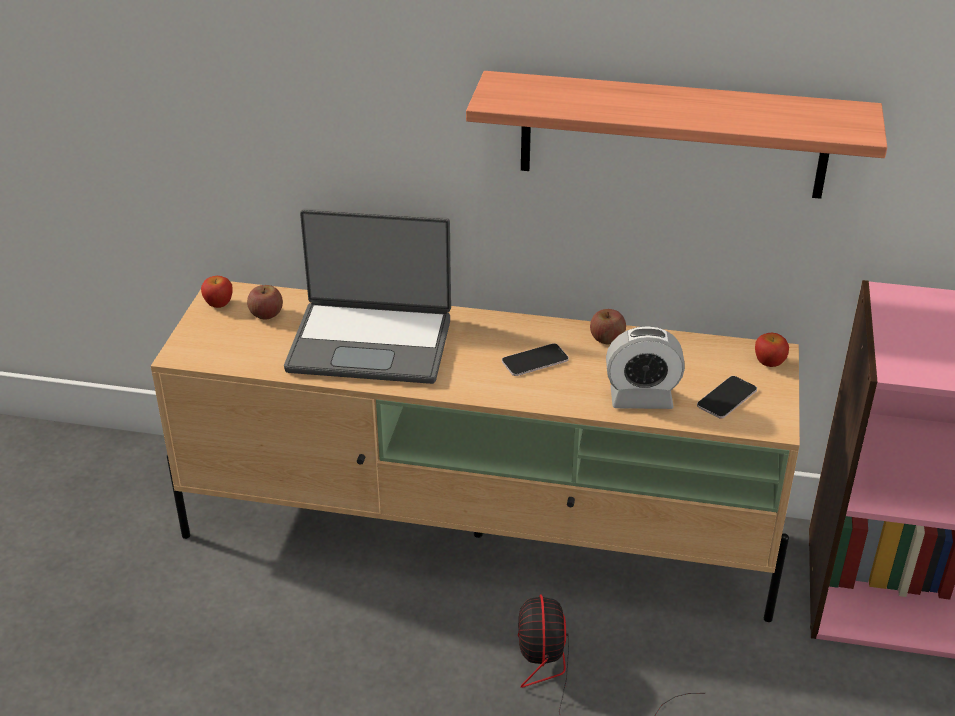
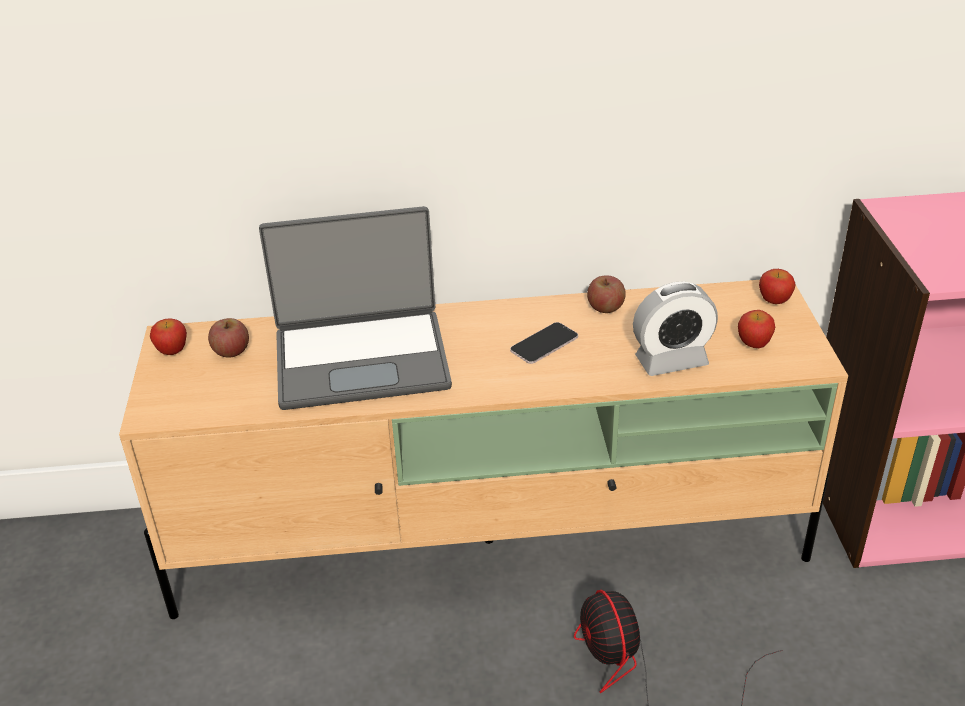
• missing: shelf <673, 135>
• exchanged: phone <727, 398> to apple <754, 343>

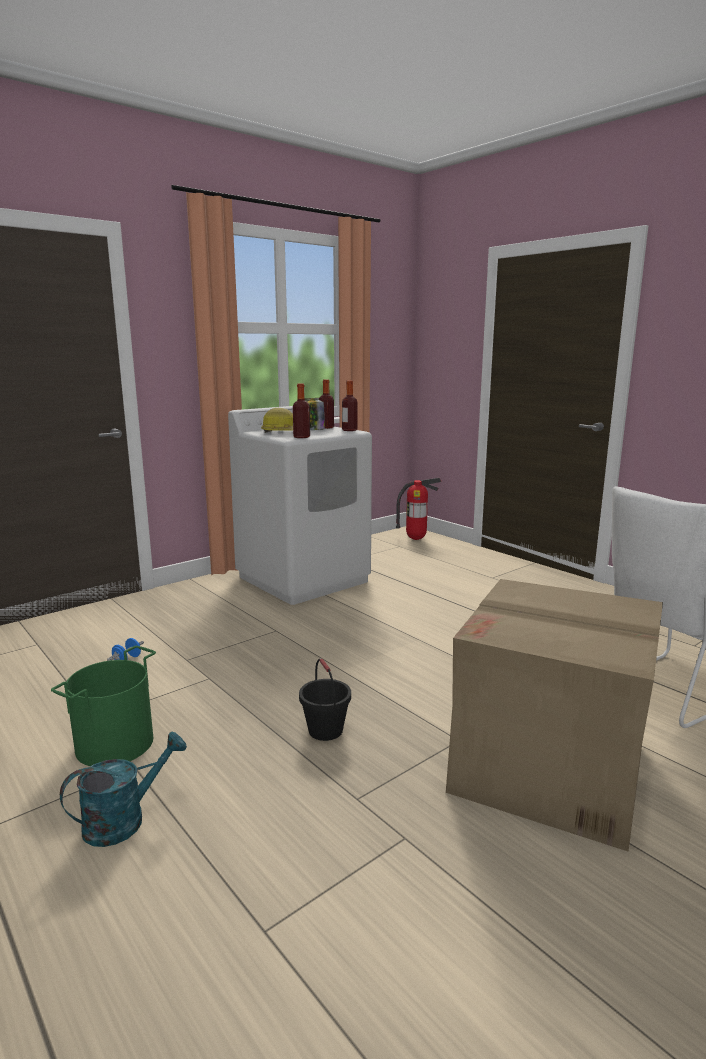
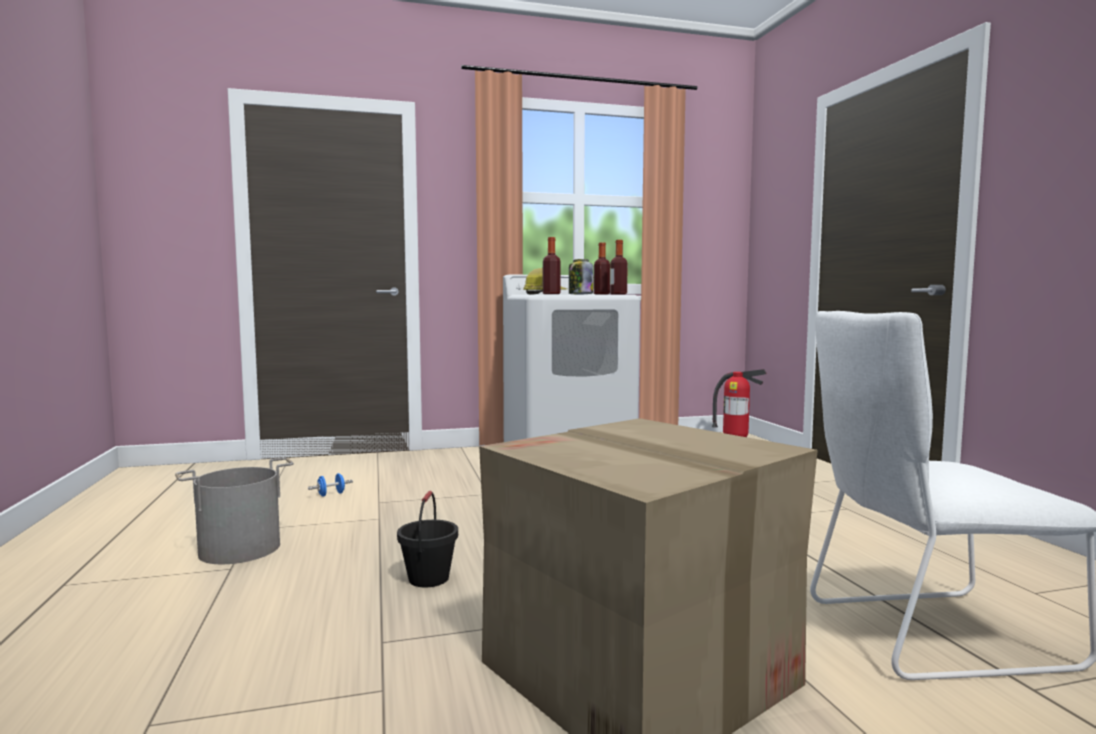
• colour: green bucket <115, 744> to grey bucket <240, 549>
• missing: turquoise watering can <124, 820>

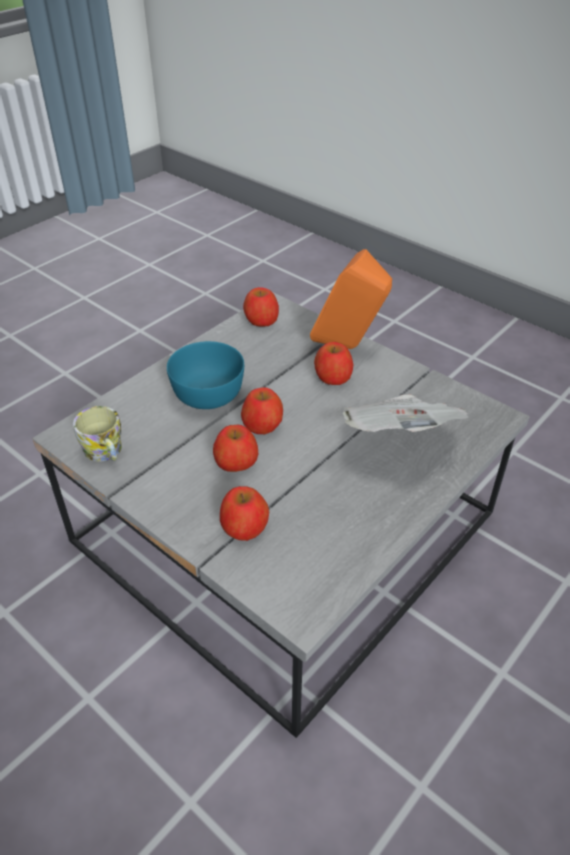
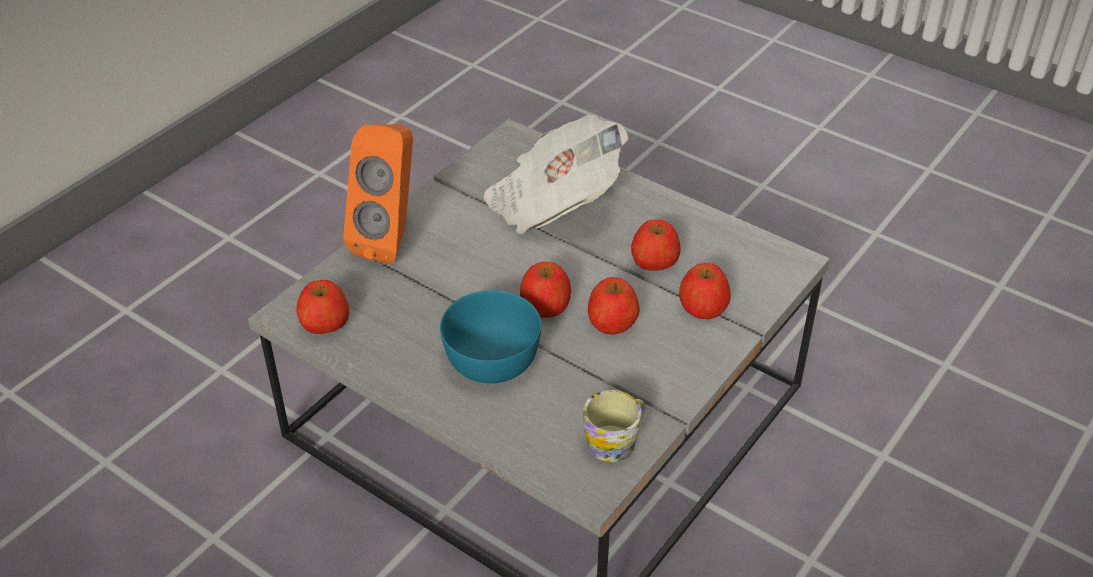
• relocated: apple <333, 377> to <654, 261>

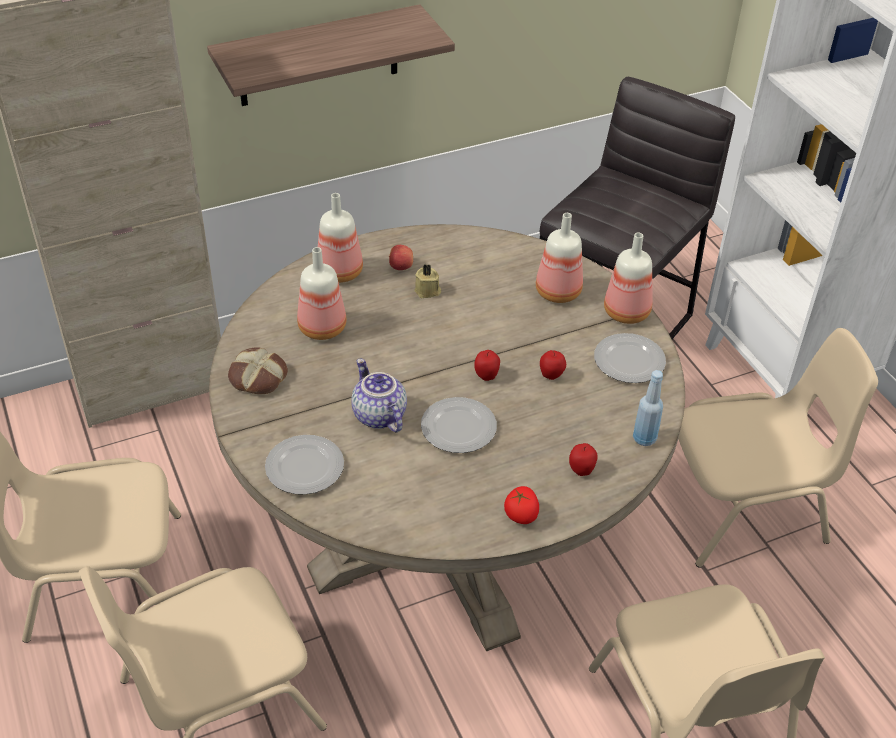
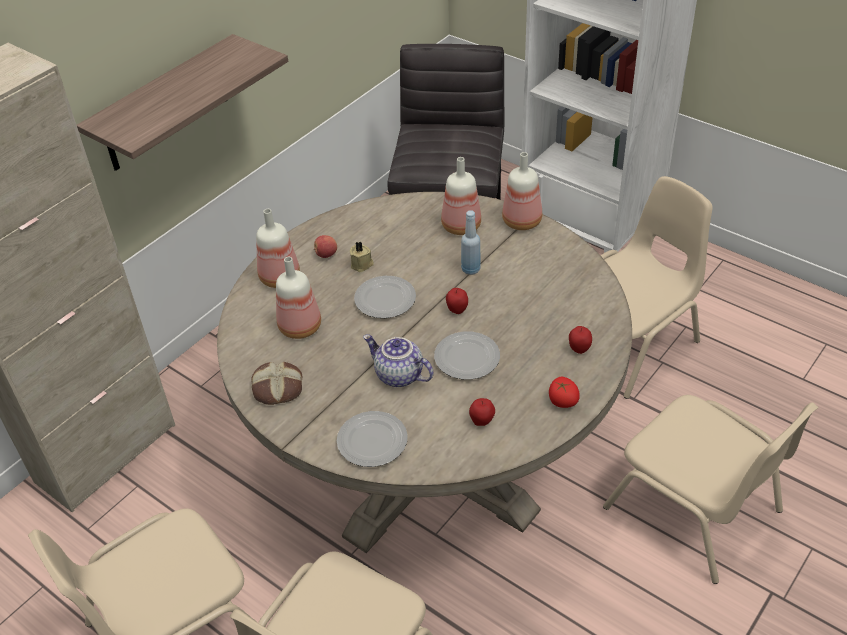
• relocated: plate <628, 361> to <384, 300>
• relocated: apple <551, 376> to <482, 422>
• relocated: blue bottle <644, 438> to <470, 269>

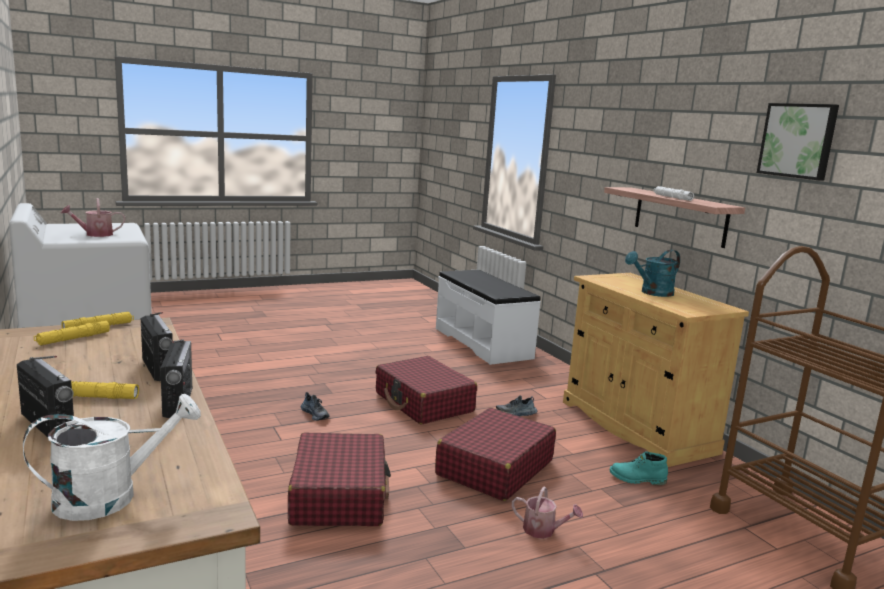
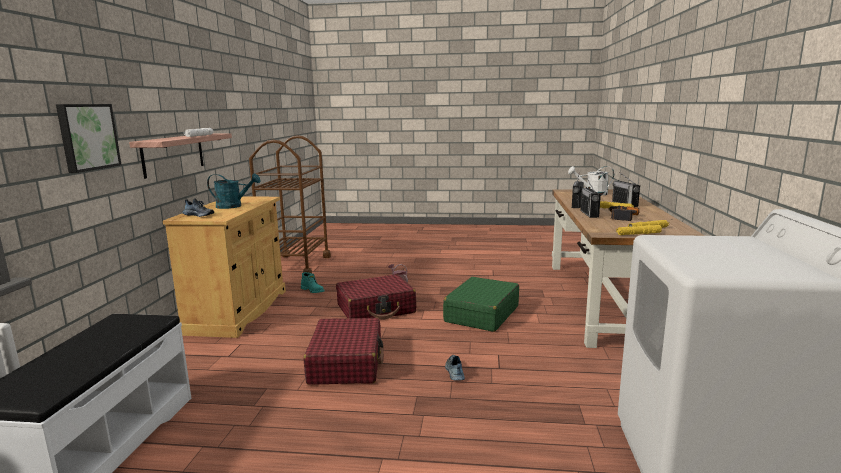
• relocated: picture <798, 140> to <87, 137>
• missing: watering can <95, 234>
• relocated: shoe <516, 414> to <199, 215>
• colour: red suitcase <339, 495> to green suitcase <481, 314>
• appeared: power drill <620, 216>

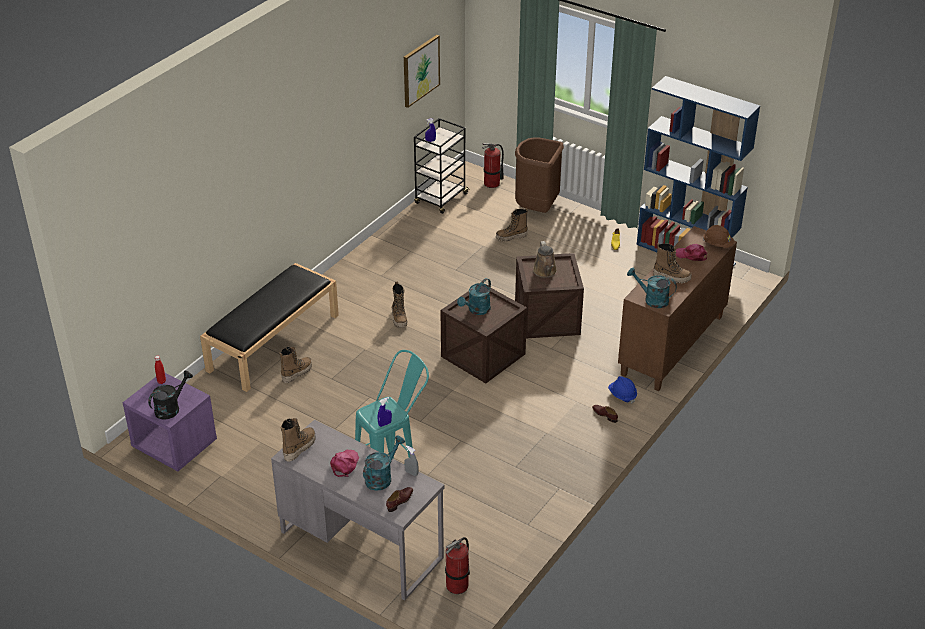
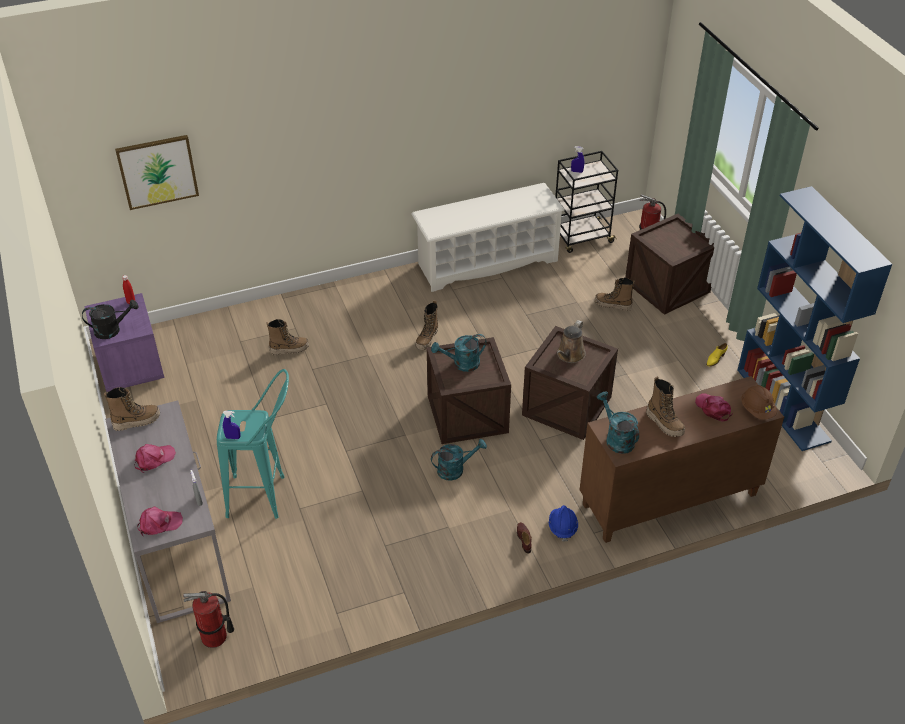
• relocated: picture <420, 70> to <157, 171>
• exchanged: brown trash can <536, 209> to crate <667, 287>
• missing: black bench <273, 342>
• relocated: turquoise watering can <381, 477> to <455, 469>
• exchanged: brown shoe <400, 501> to pink cap <159, 524>
• appeared: white shoe rack <487, 262>

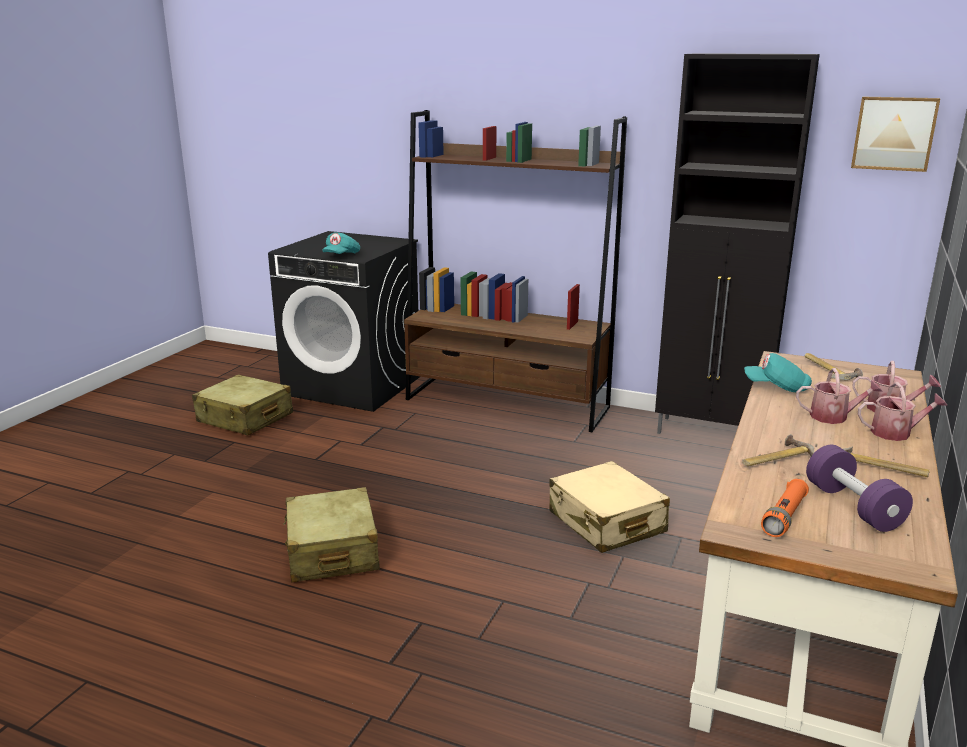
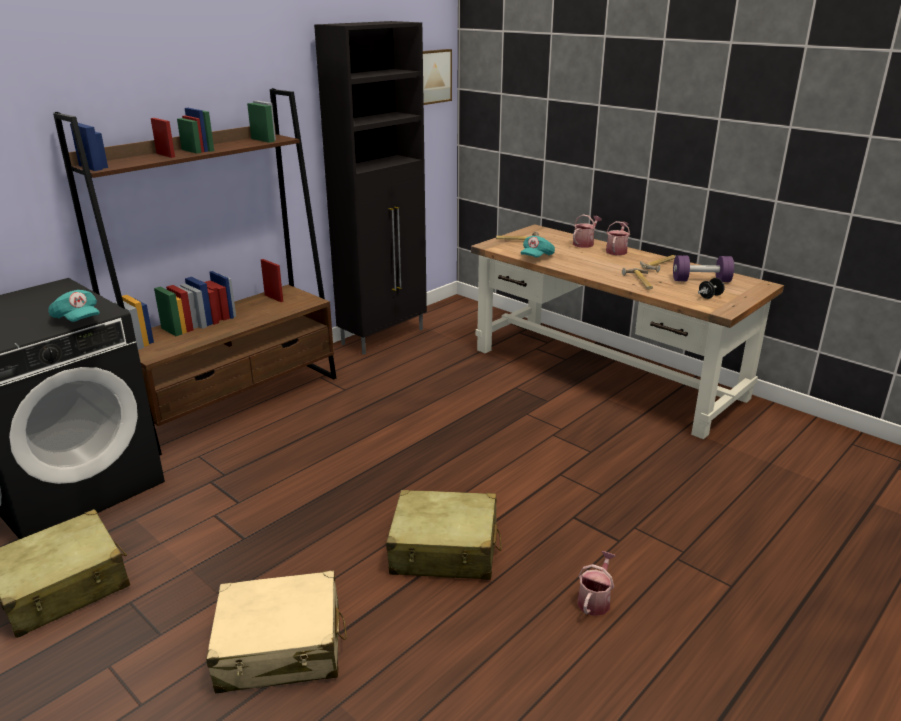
• relocated: watering can <834, 417> to <595, 600>
• relocated: beige suitcase <606, 522> to <280, 647>
• exchanged: orange flashlight <784, 517> to black dumbbell <710, 296>

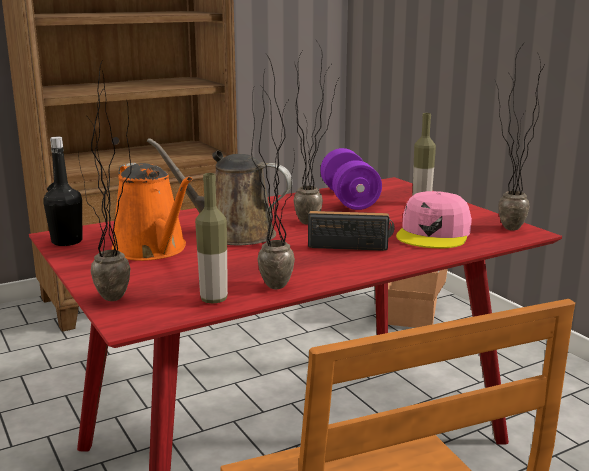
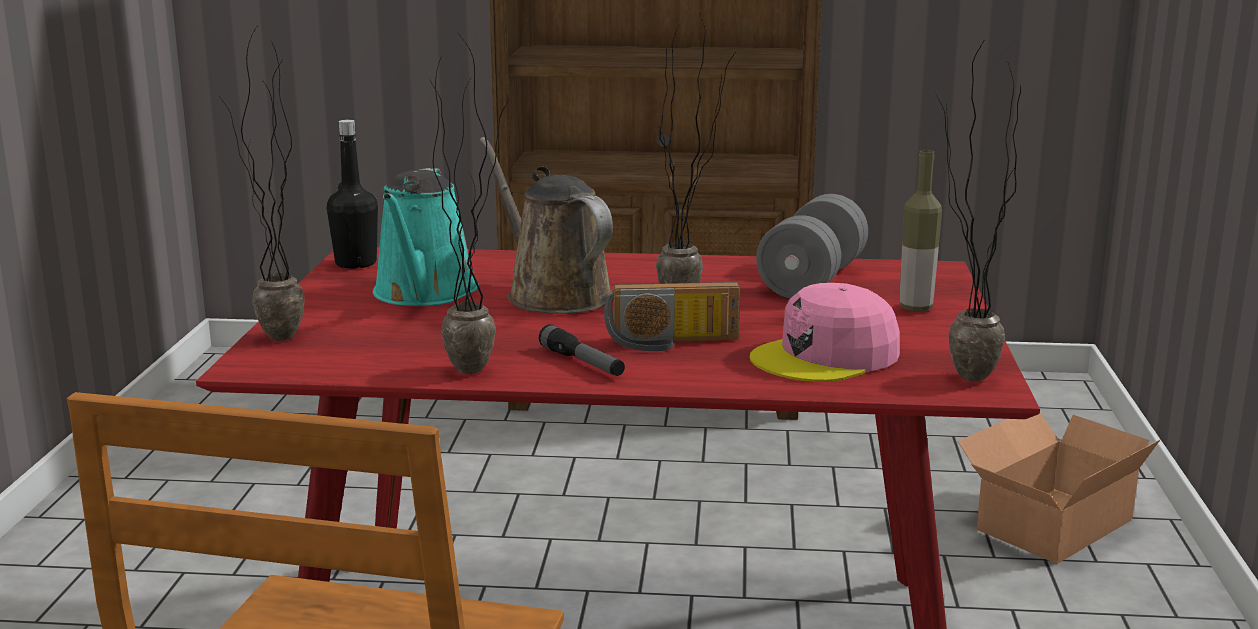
• colour: purple dumbbell <349, 199> to grey dumbbell <812, 280>
• colour: orange watering can <153, 250> to turquoise watering can <424, 294>
• missing: bottle <214, 299>
• spun: radio <351, 245> = <672, 343> 135 degrees clockwise
• appeared: flashlight <582, 363>

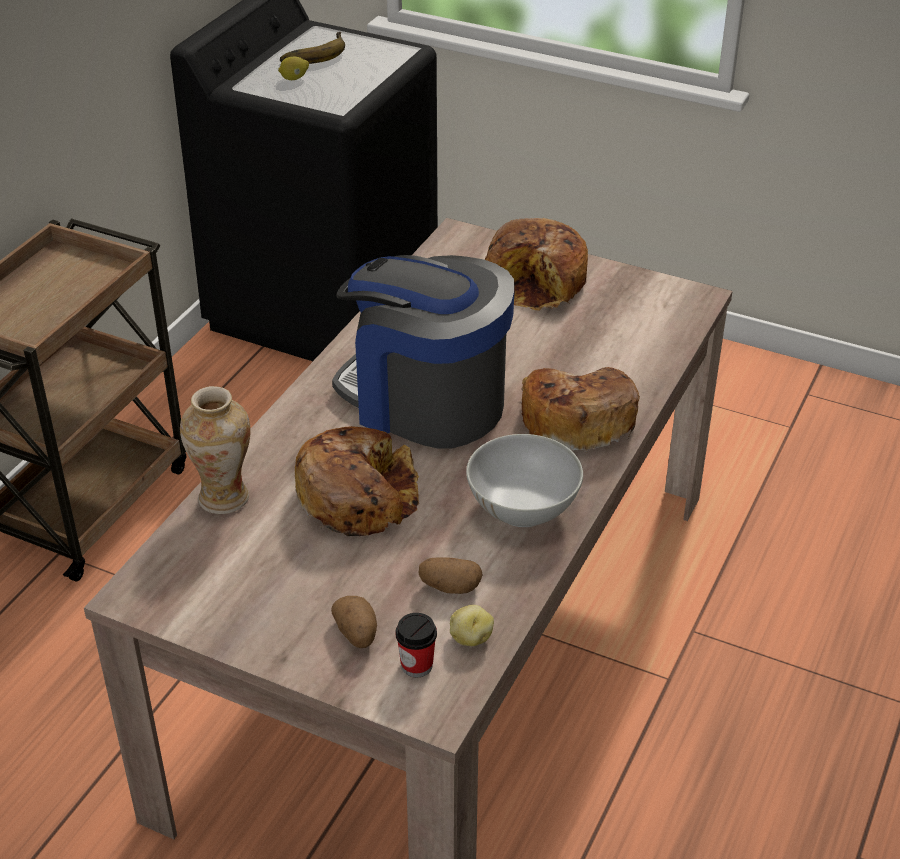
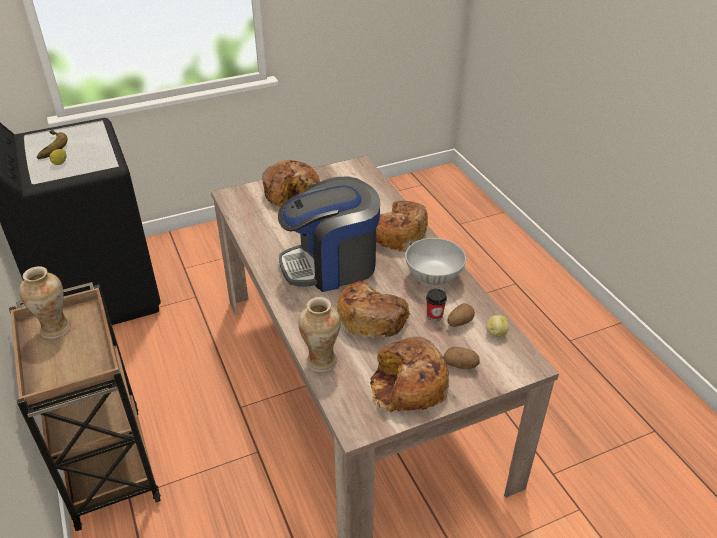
• relocated: cup <416, 665> to <434, 315>
• appeared: vase <55, 329>
• appeared: bread <408, 385>

